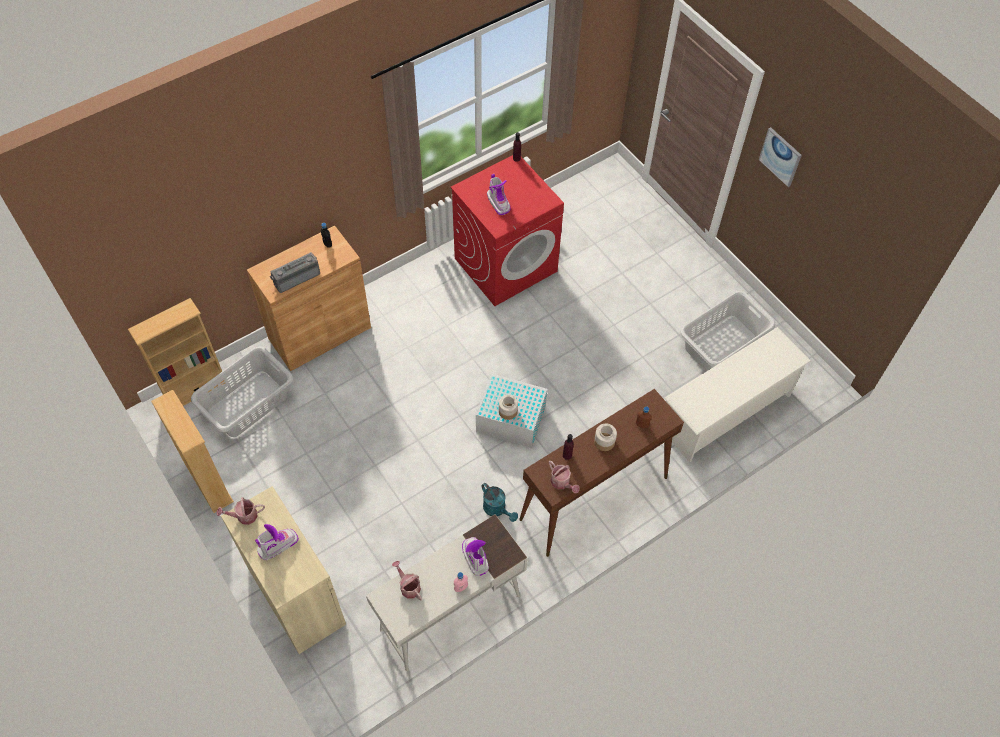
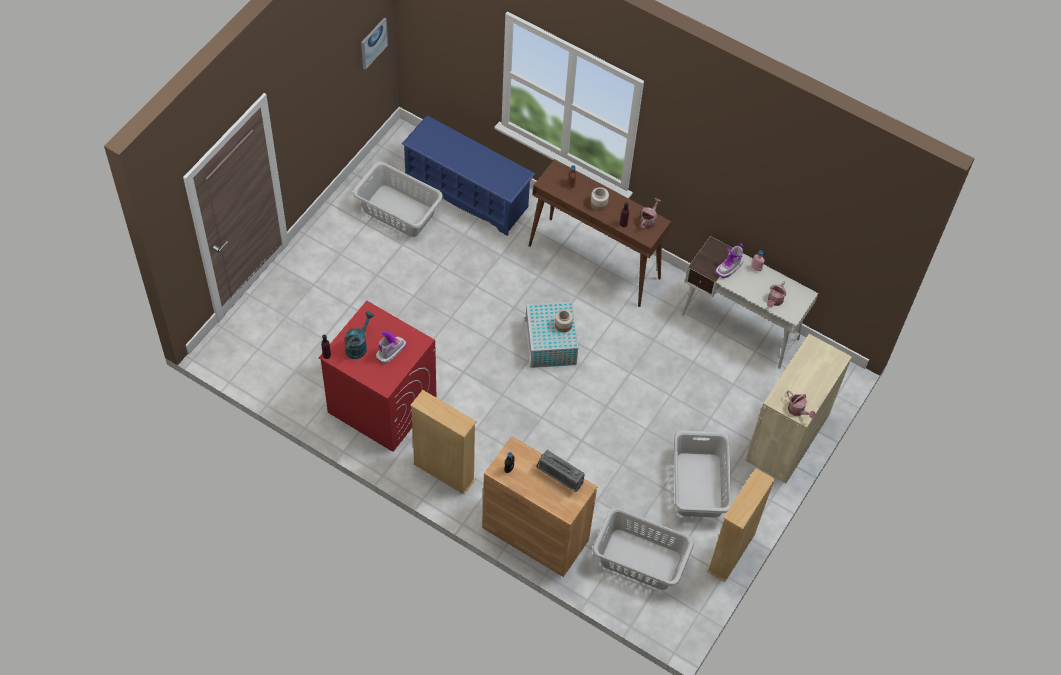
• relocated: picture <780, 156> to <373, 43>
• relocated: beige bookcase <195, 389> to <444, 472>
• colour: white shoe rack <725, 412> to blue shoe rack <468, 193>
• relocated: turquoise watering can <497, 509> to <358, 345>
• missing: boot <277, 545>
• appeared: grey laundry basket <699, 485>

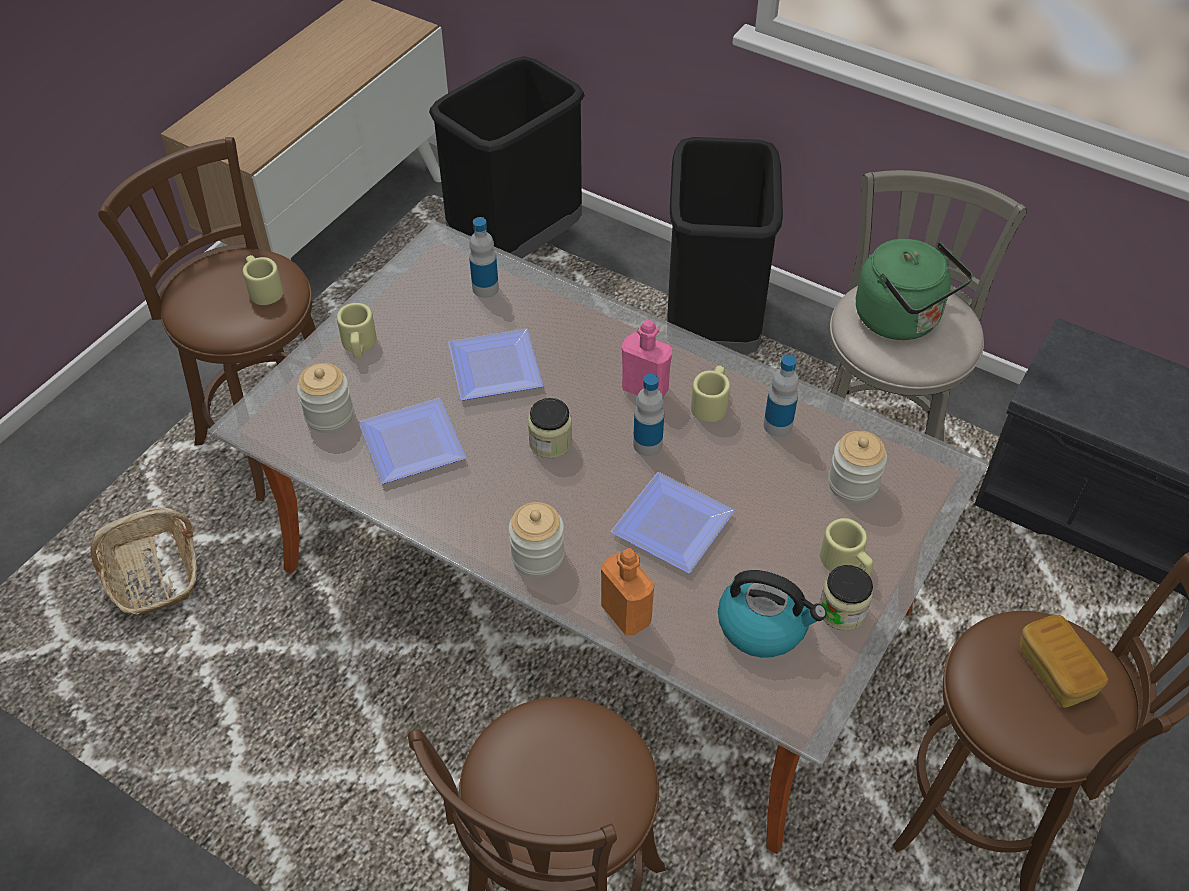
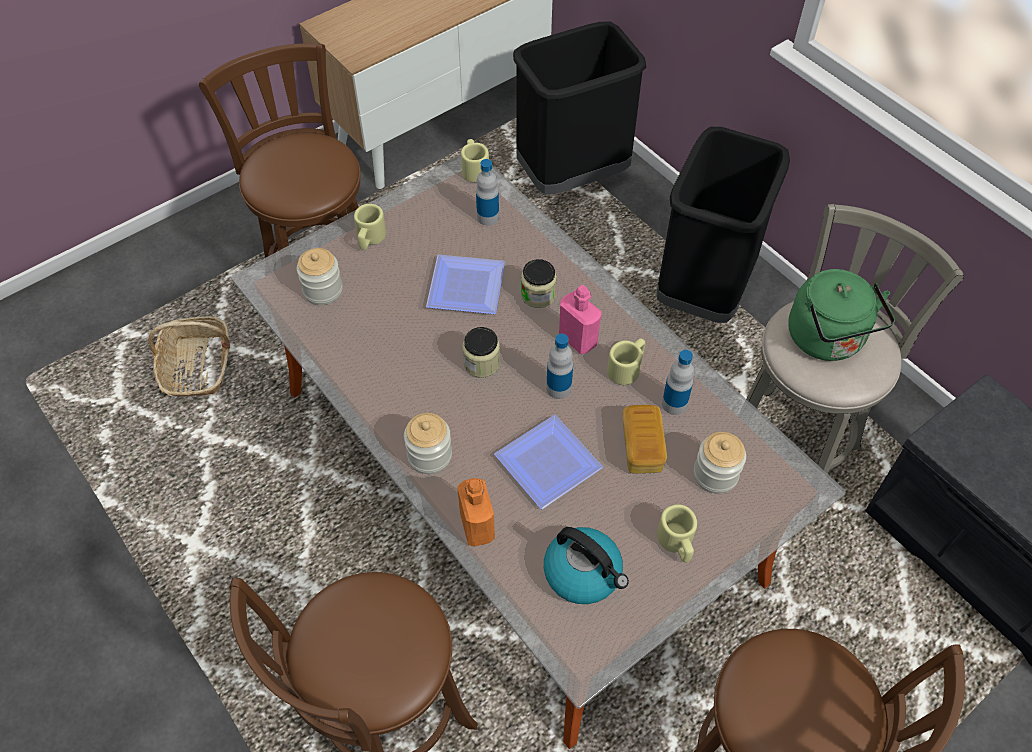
• relocated: beige mug <263, 289> to <474, 168>
• missing: plate <408, 442>
• relocated: jar <842, 611> to <538, 295>
• relocated: bread <1056, 671> to <642, 448>

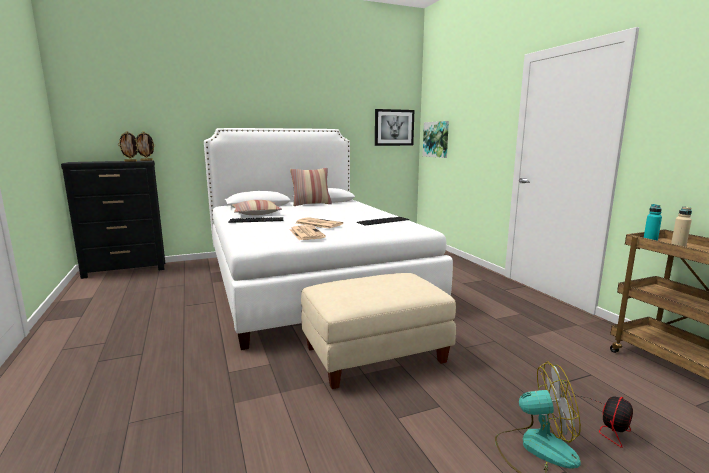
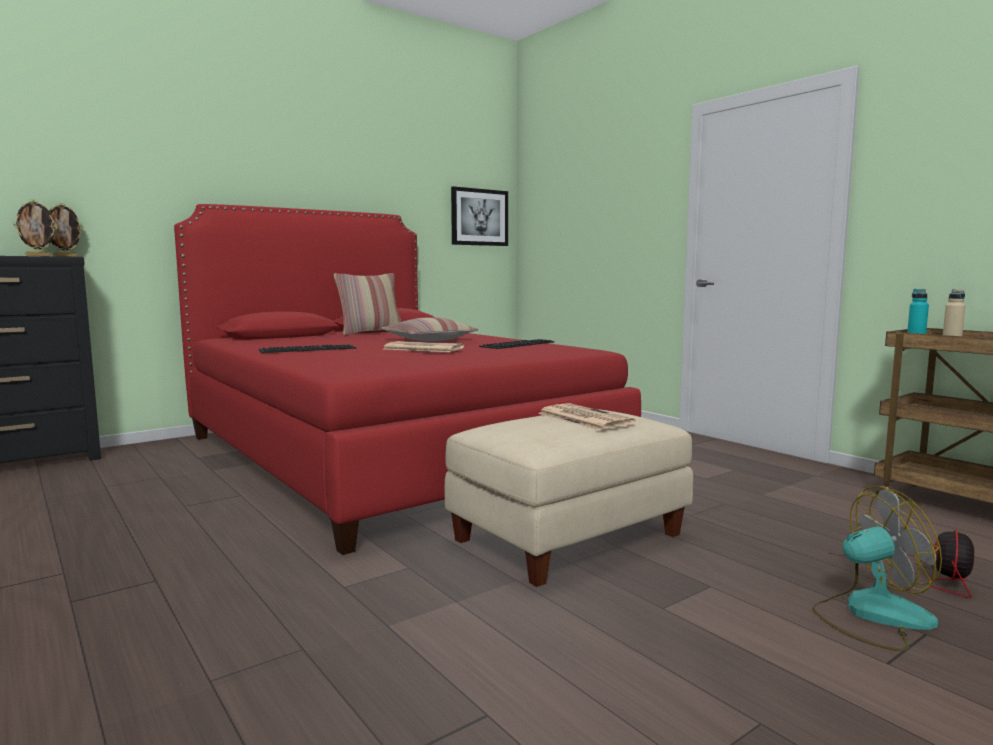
• missing: picture <436, 139>
• colour: white bed <310, 281> to red bed <388, 455>
• relocated: pillow <256, 213> to <429, 340>
• relocated: newspaper <306, 233> to <583, 418>

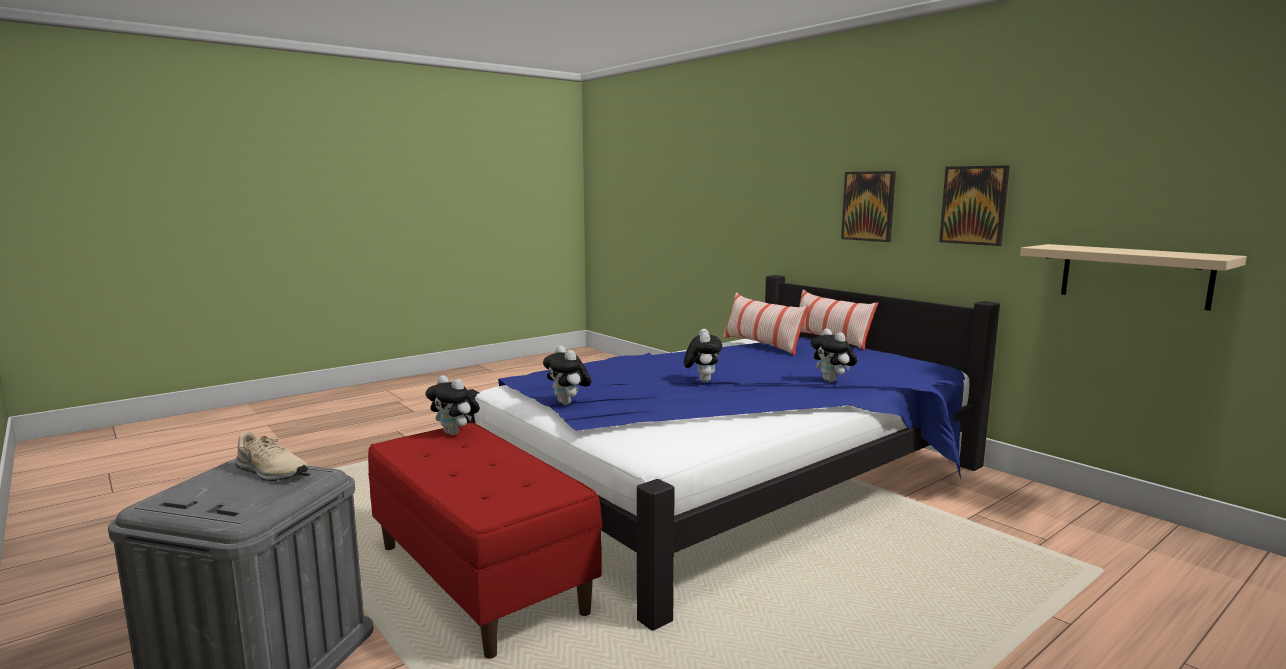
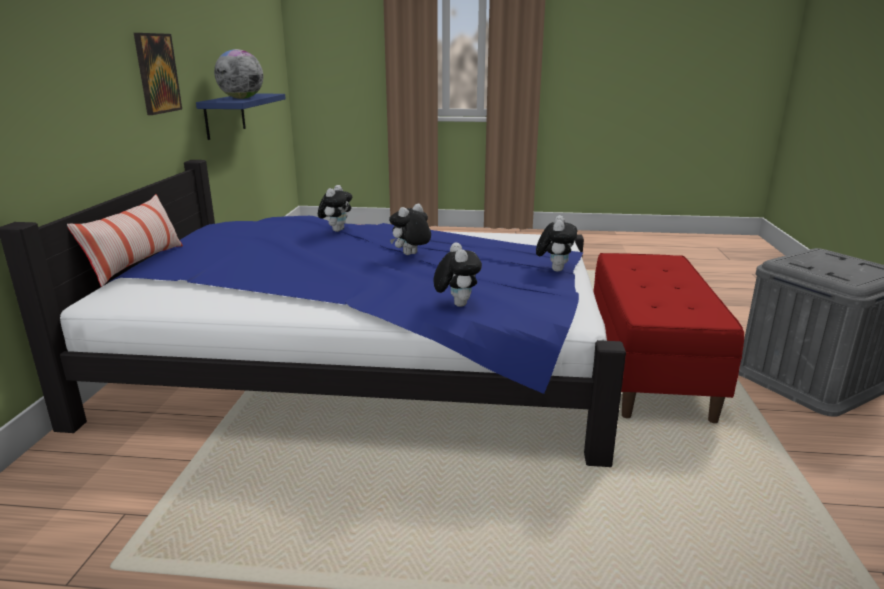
• missing: picture <868, 206>
• colour: beige shelf <1134, 275> to blue shelf <225, 115>
• missing: pillow <762, 345>
• relocated: plush toy <455, 433> to <456, 304>
• missing: beige shoe <270, 472>
• appeared: globe <241, 98>

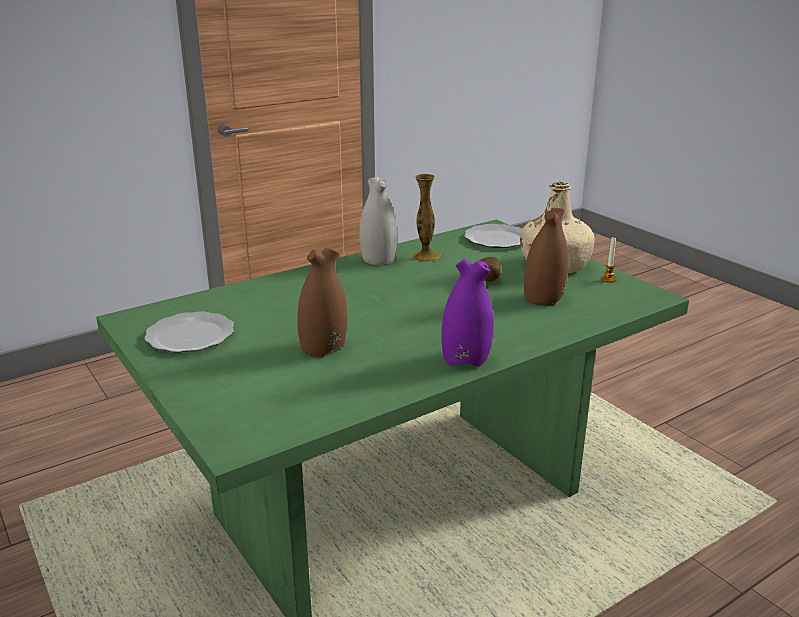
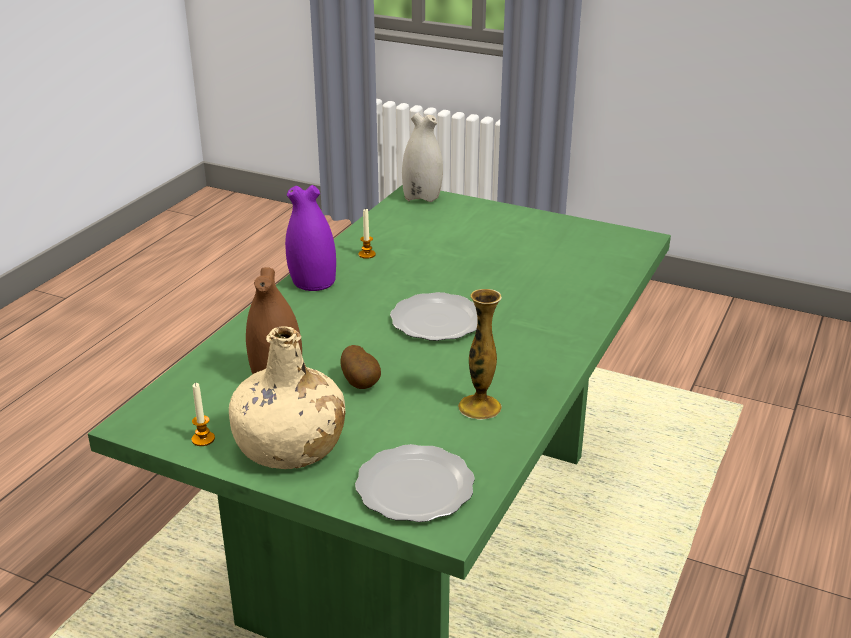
• relocated: white vase <378, 259> to <422, 197>
• missing: brown vase <323, 347>
• relocated: plate <189, 336> to <438, 320>
• appeared: candle <367, 254>

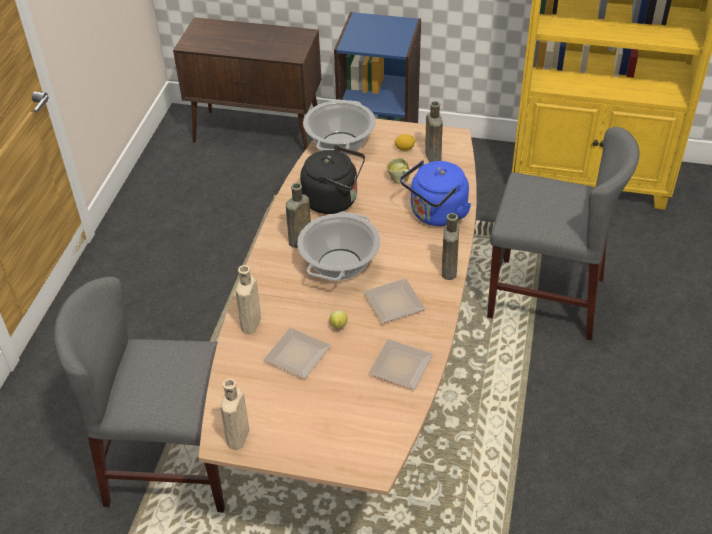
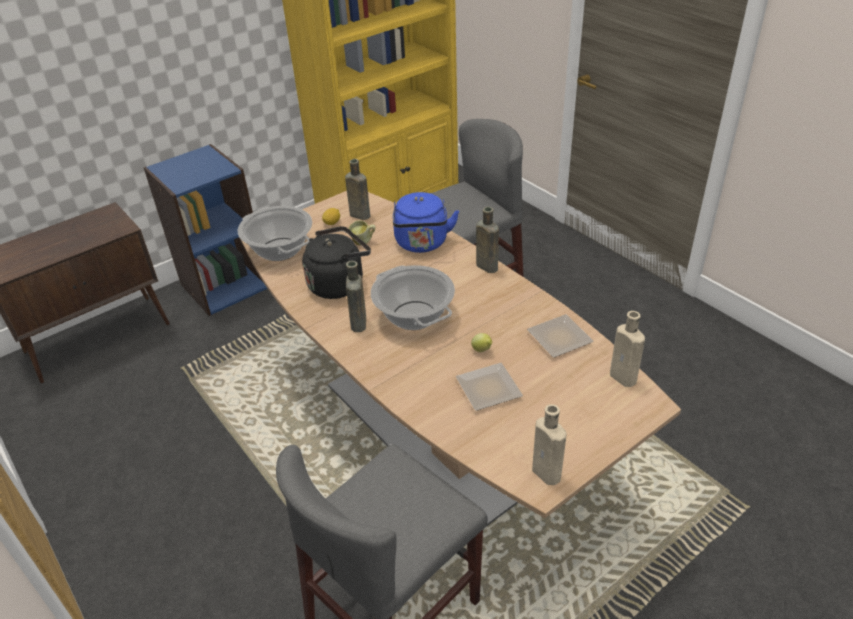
• relocated: beige bottle <250, 325> to <624, 378>
• missing: plate <396, 304>

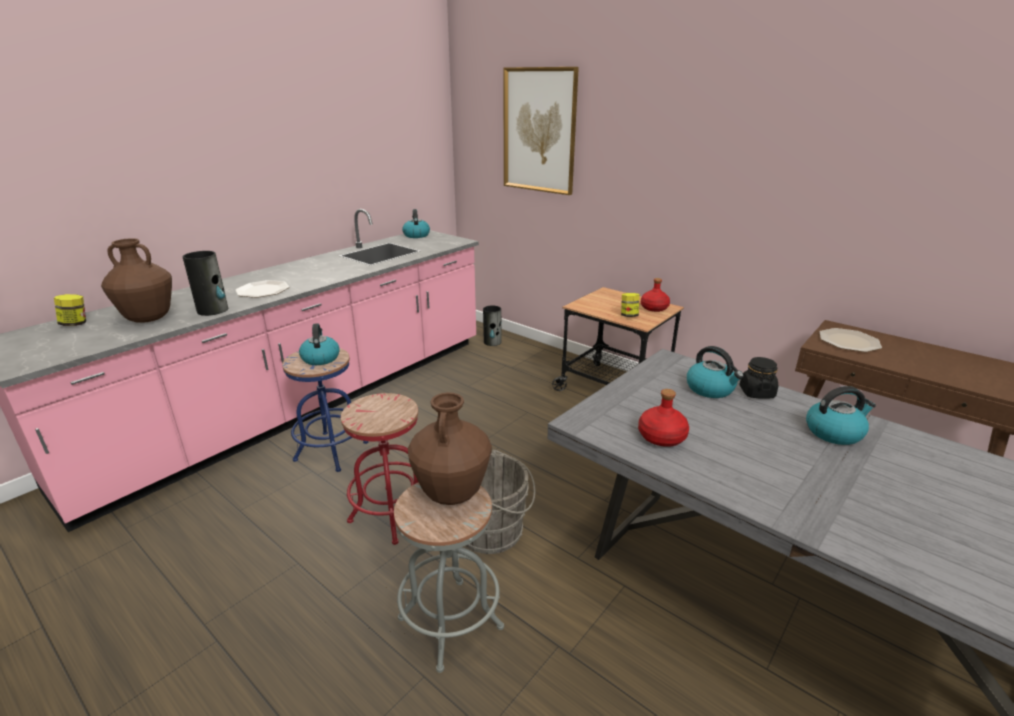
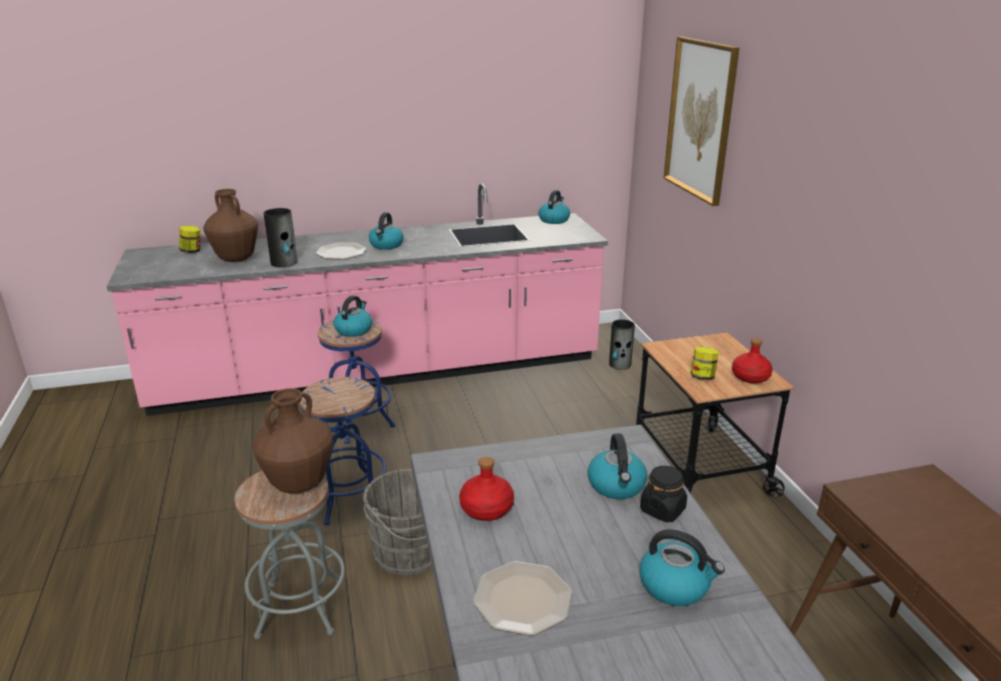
• relocated: plate <849, 341> to <522, 600>
• colour: red stool <391, 514> to blue stool <348, 499>
• appeared: kettle <386, 245>

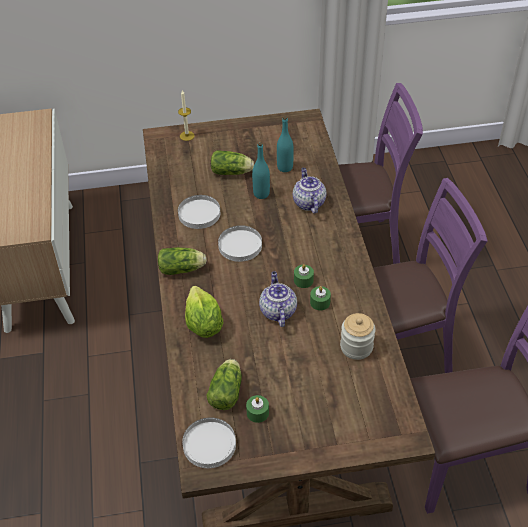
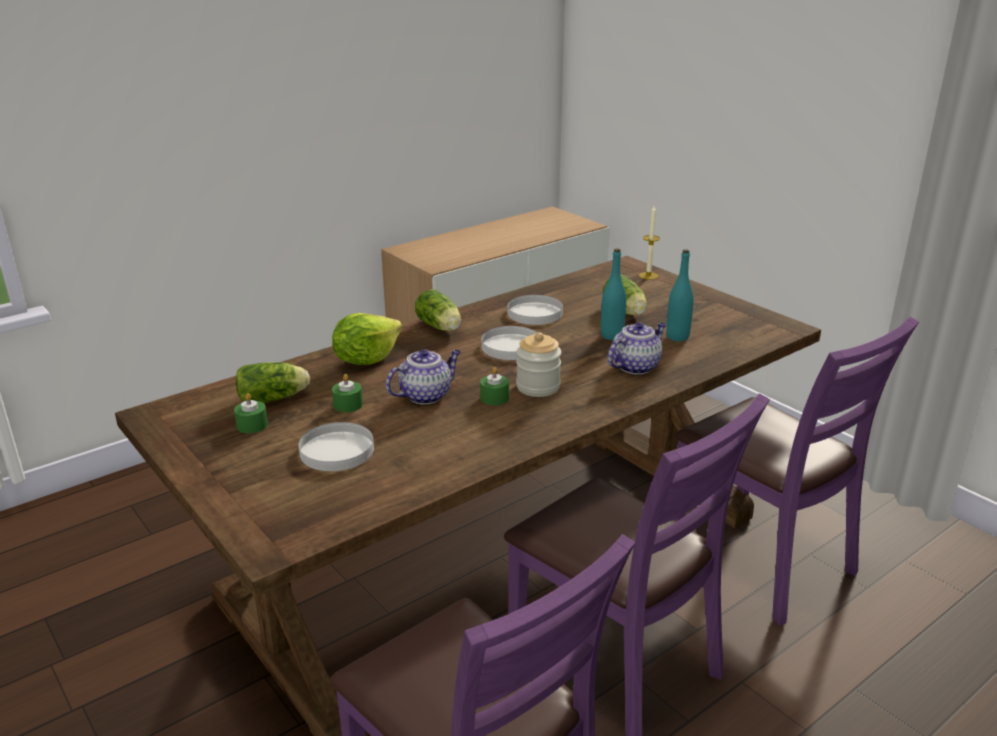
• relocated: green candle <320, 302> to <348, 404>
• relocated: jar <356, 347> to <538, 387>
• relocated: white plate <209, 444> to <337, 450>

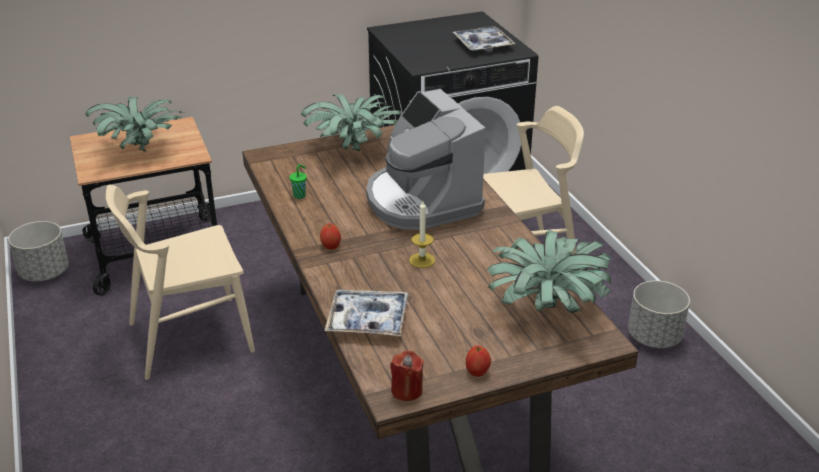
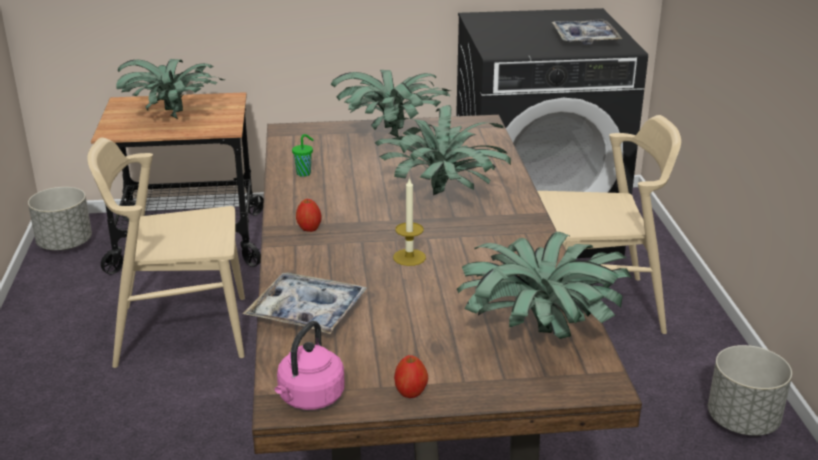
• exchanged: coffee machine <421, 201> to potted plant <443, 195>
• exchanged: red candle <407, 390> to pink kettle <309, 399>

